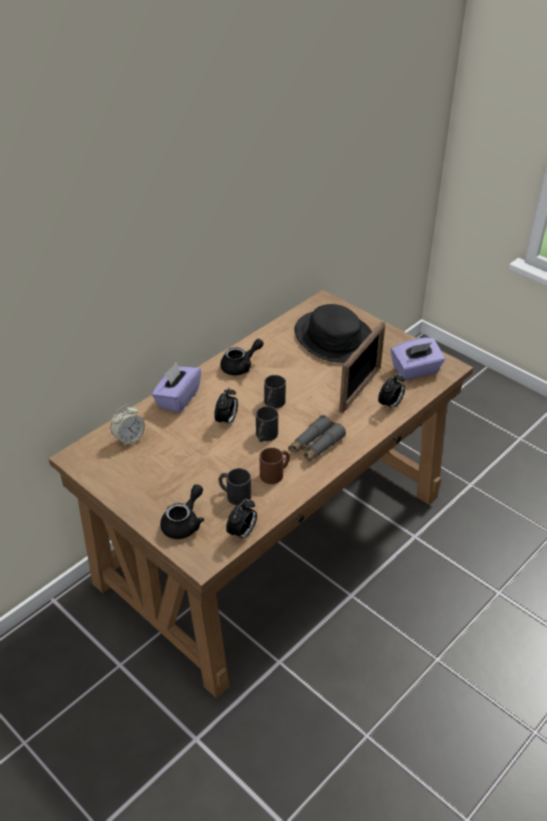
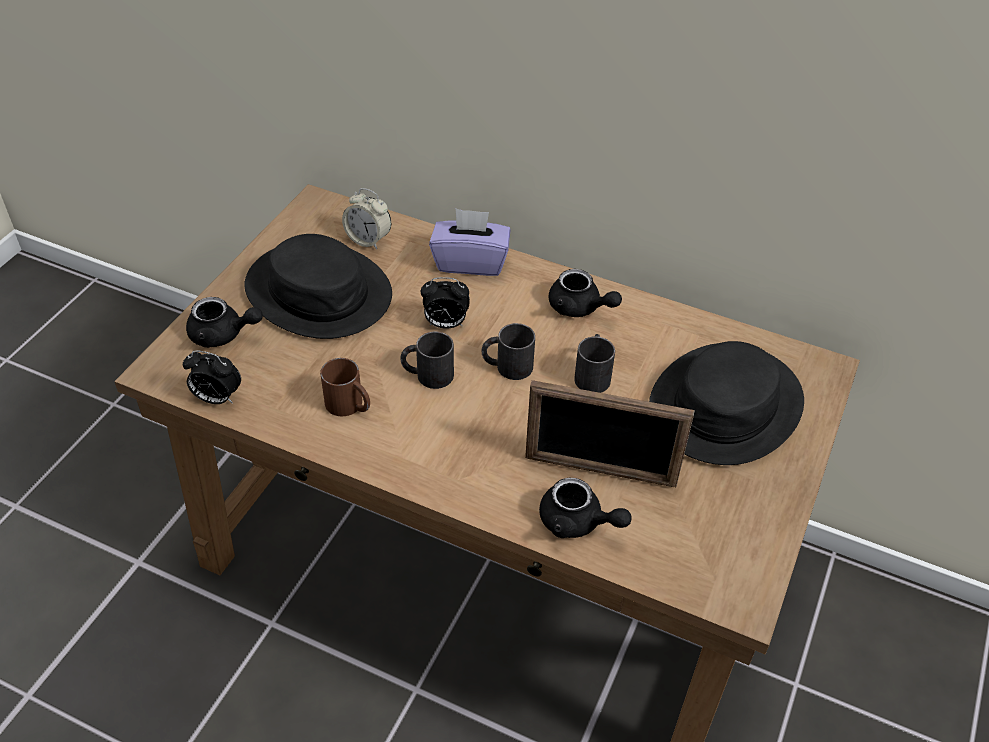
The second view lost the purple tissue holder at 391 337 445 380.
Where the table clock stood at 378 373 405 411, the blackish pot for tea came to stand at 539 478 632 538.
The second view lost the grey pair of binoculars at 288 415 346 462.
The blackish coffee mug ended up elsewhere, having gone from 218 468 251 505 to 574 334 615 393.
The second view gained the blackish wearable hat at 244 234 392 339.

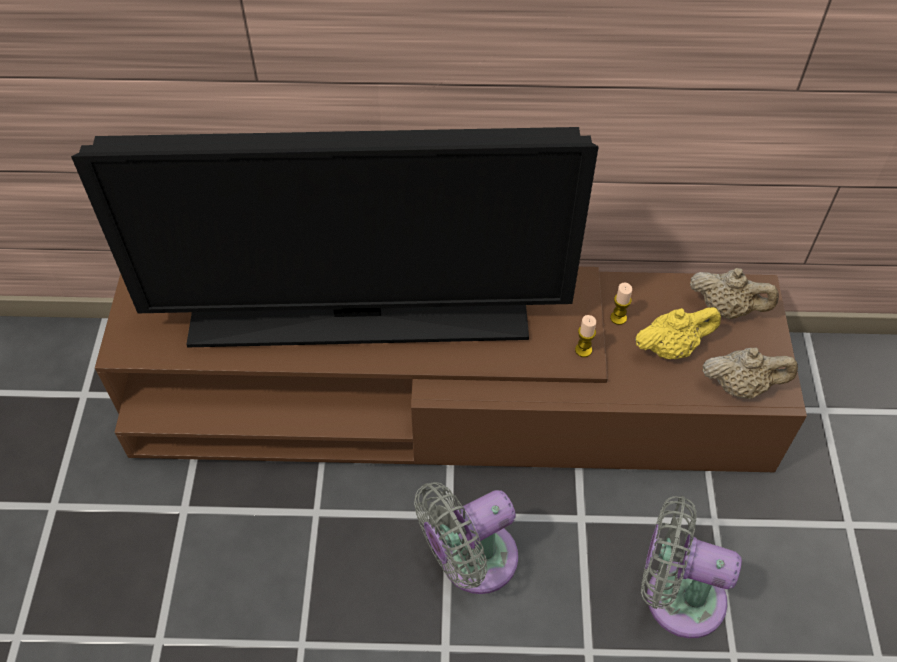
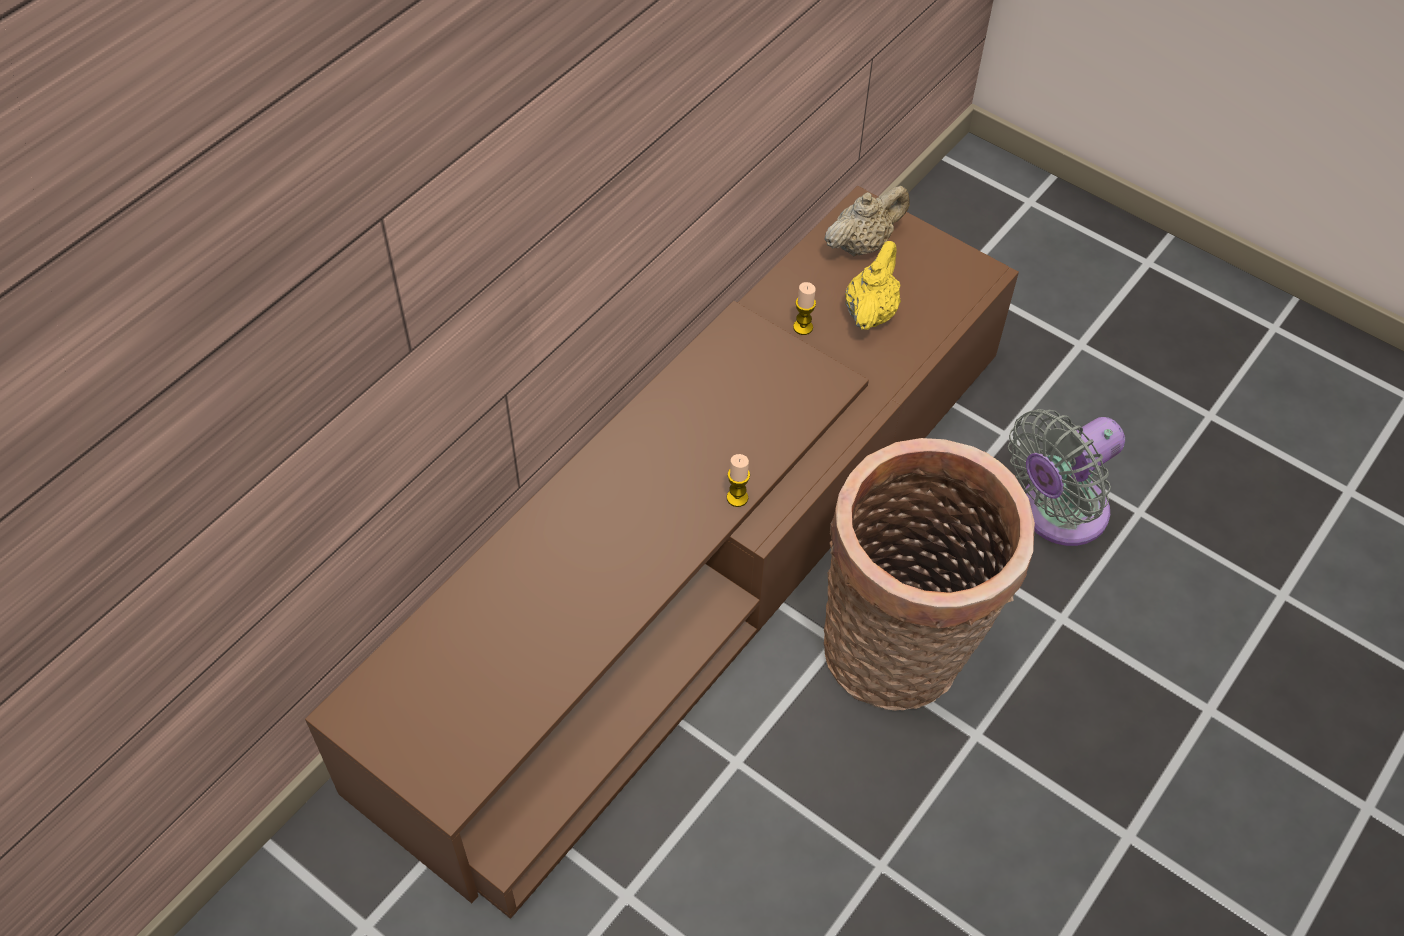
The second view lost the TV at 71 127 599 347.
The wax light ended up elsewhere, having gone from 575 315 596 357 to 727 454 750 507.
The second view lost the sand-coloured pot for tea at 703 348 798 399.
Where the grey electric fan stood at 414 482 518 594, the household basket came to stand at 824 438 1035 711.

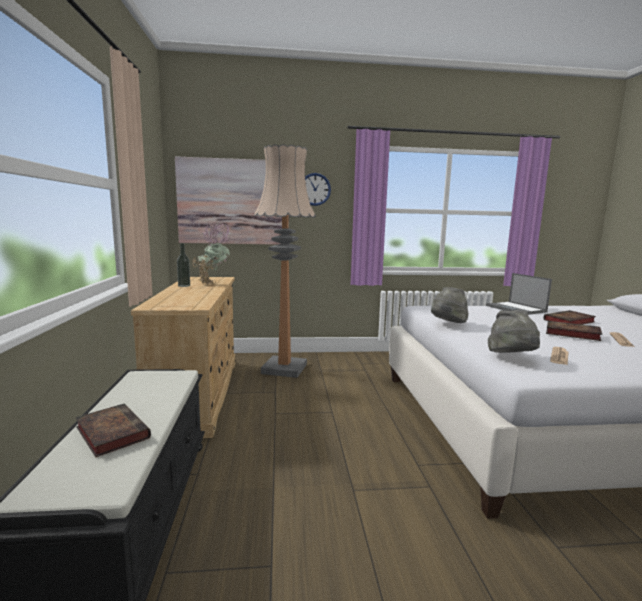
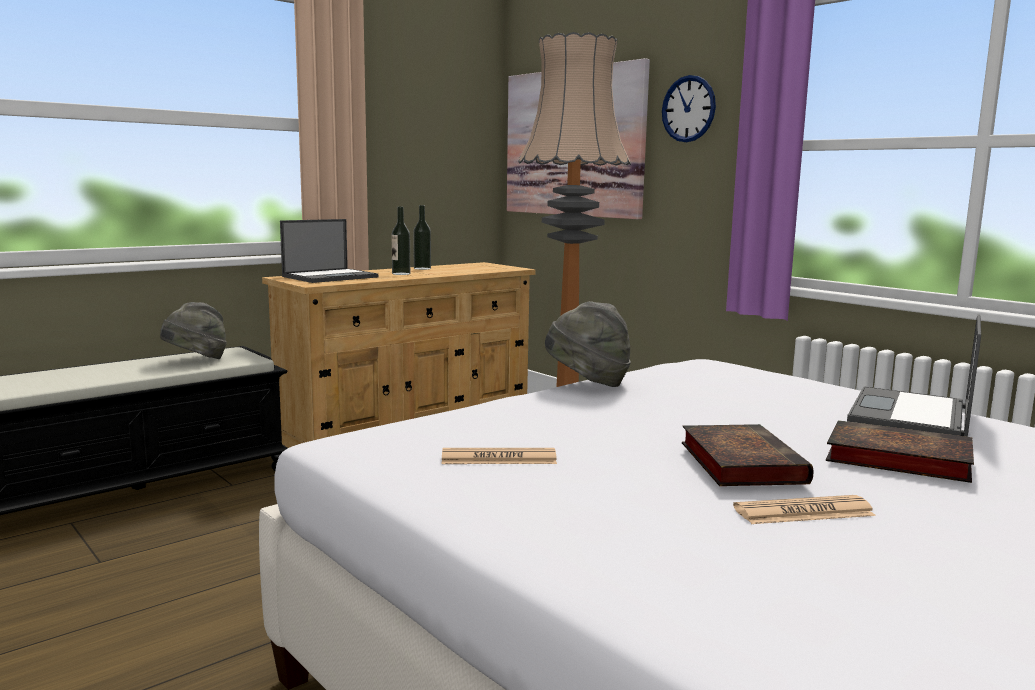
The second view lost the plant in a pot at 192 222 230 285.
The grey wearable hat ended up elsewhere, having gone from 488 310 540 353 to 160 302 227 359.
The second view lost the volume at 75 403 151 457.
The second view gained the beverage bottle at 392 207 410 275.
The second view gained the portable computer at 280 219 378 283.

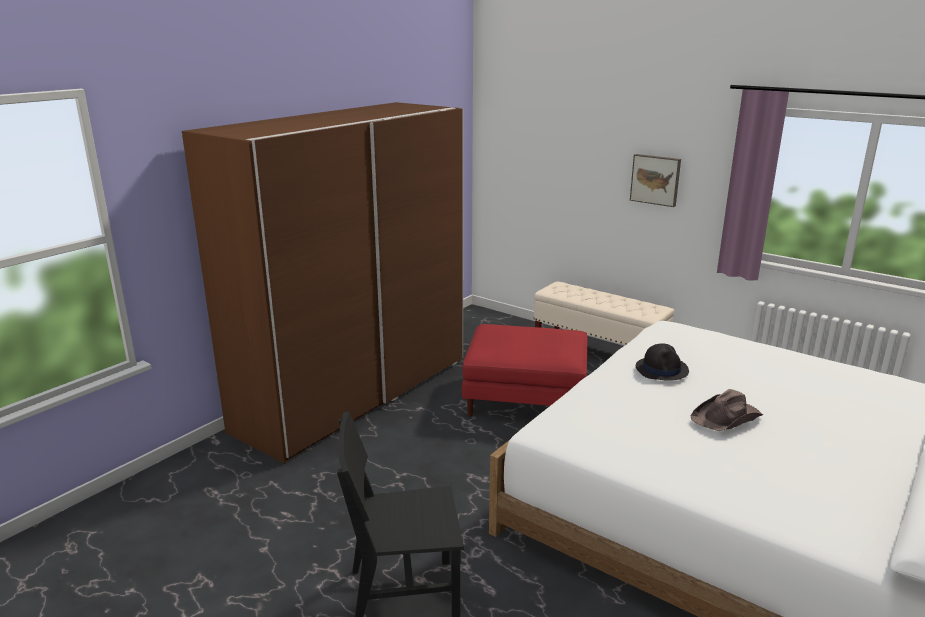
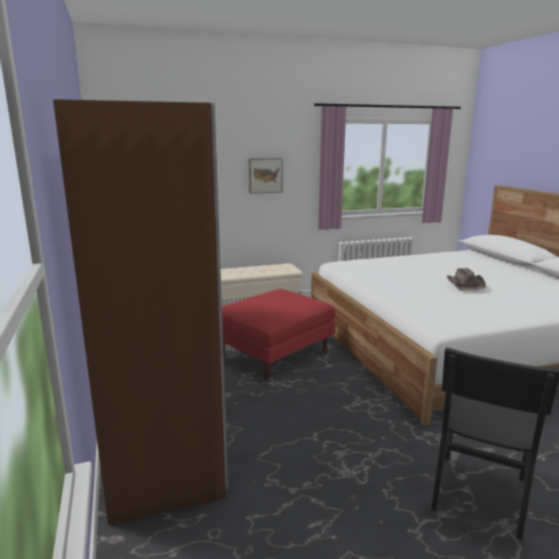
The second view lost the blackish wearable hat at 636 344 689 381.

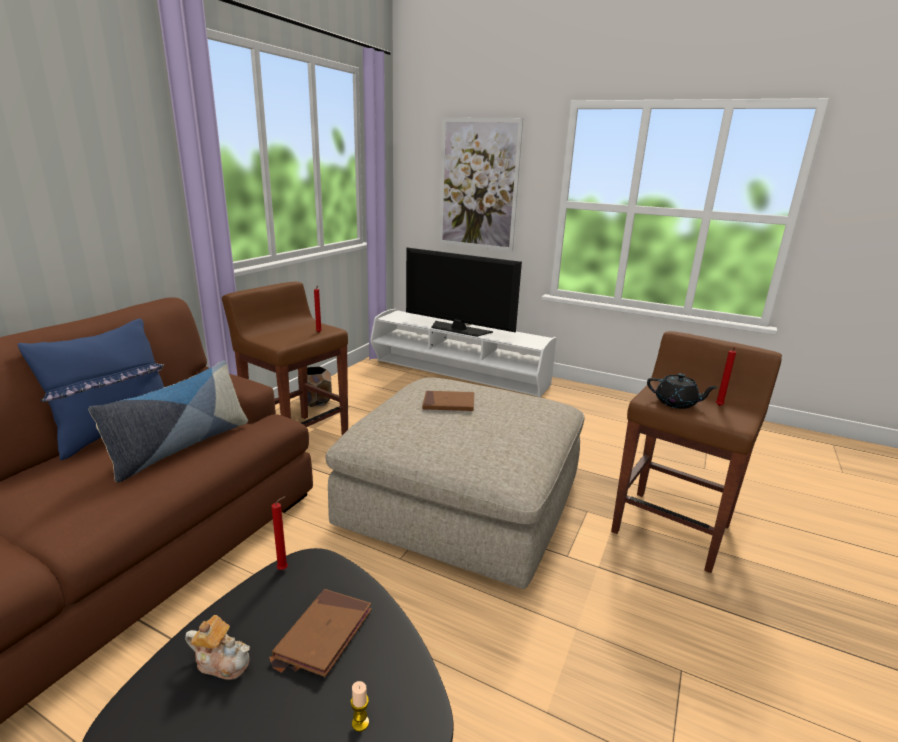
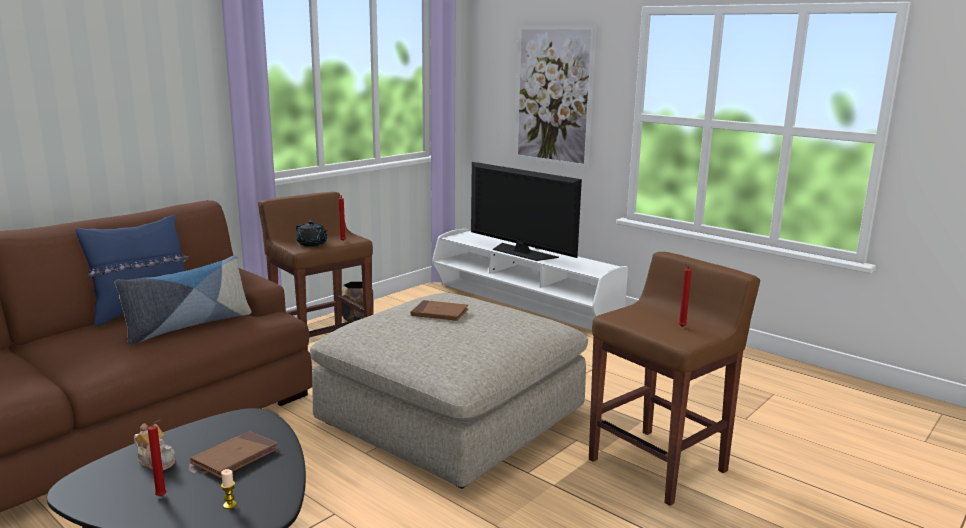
The blackish pot for tea ended up elsewhere, having gone from 647 373 718 409 to 296 221 328 247.
The red wax light ended up elsewhere, having gone from 271 497 288 570 to 148 420 167 496.

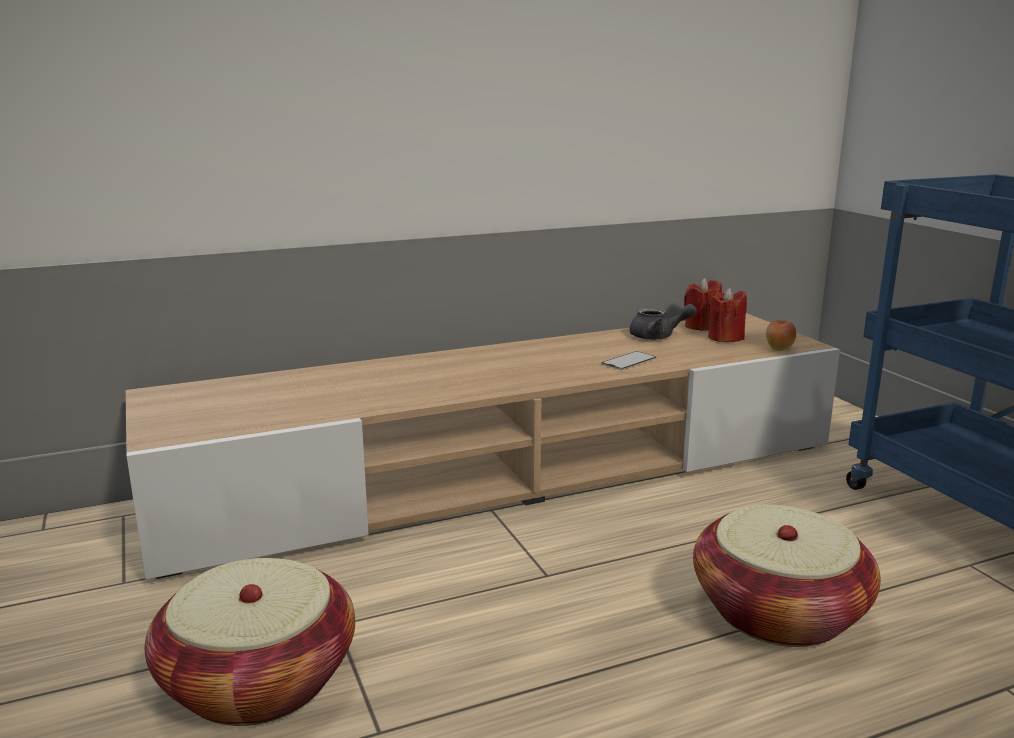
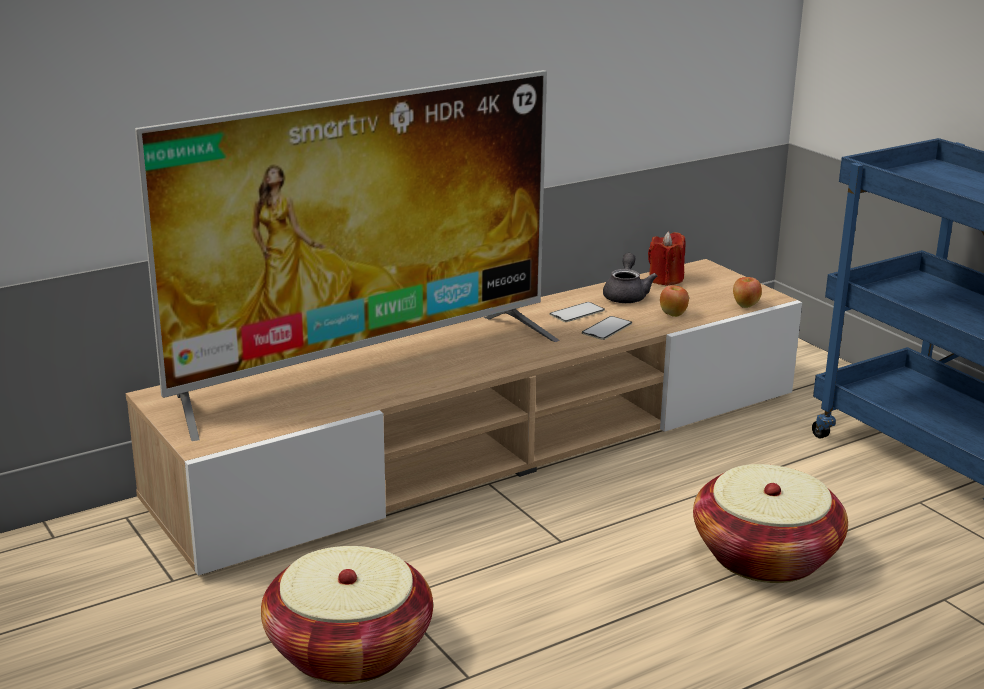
The second view lost the red wax light at 708 288 747 342.
The grey pot for tea at 629 304 697 340 ended up facing another way, 75 degrees counterclockwise from before.
The second view gained the TV at 135 70 560 441.
The second view gained the whole apple at 660 285 689 317.
The second view gained the phone at 549 302 605 322.

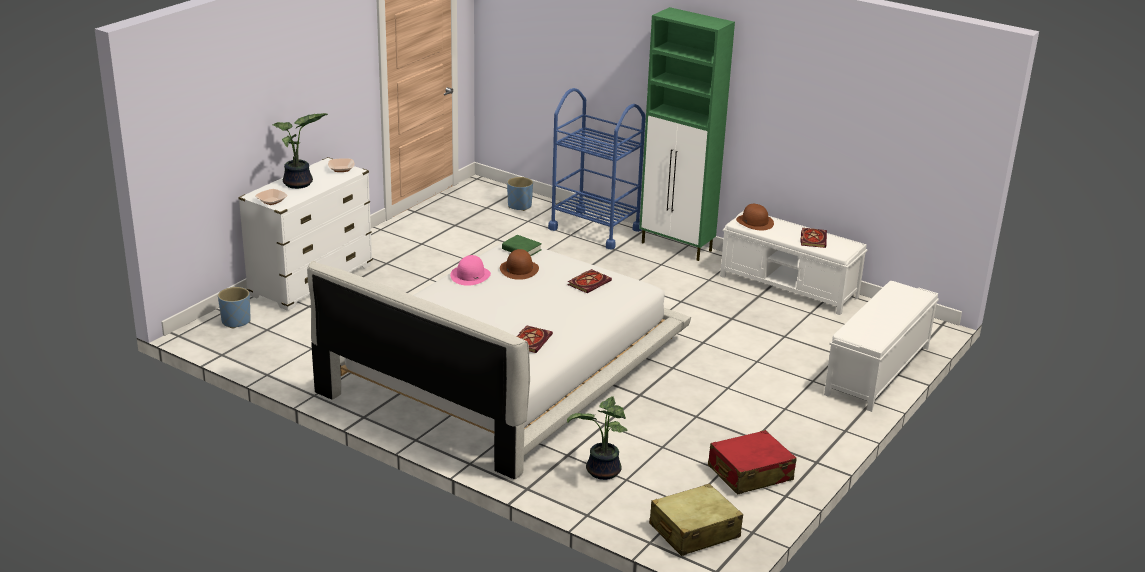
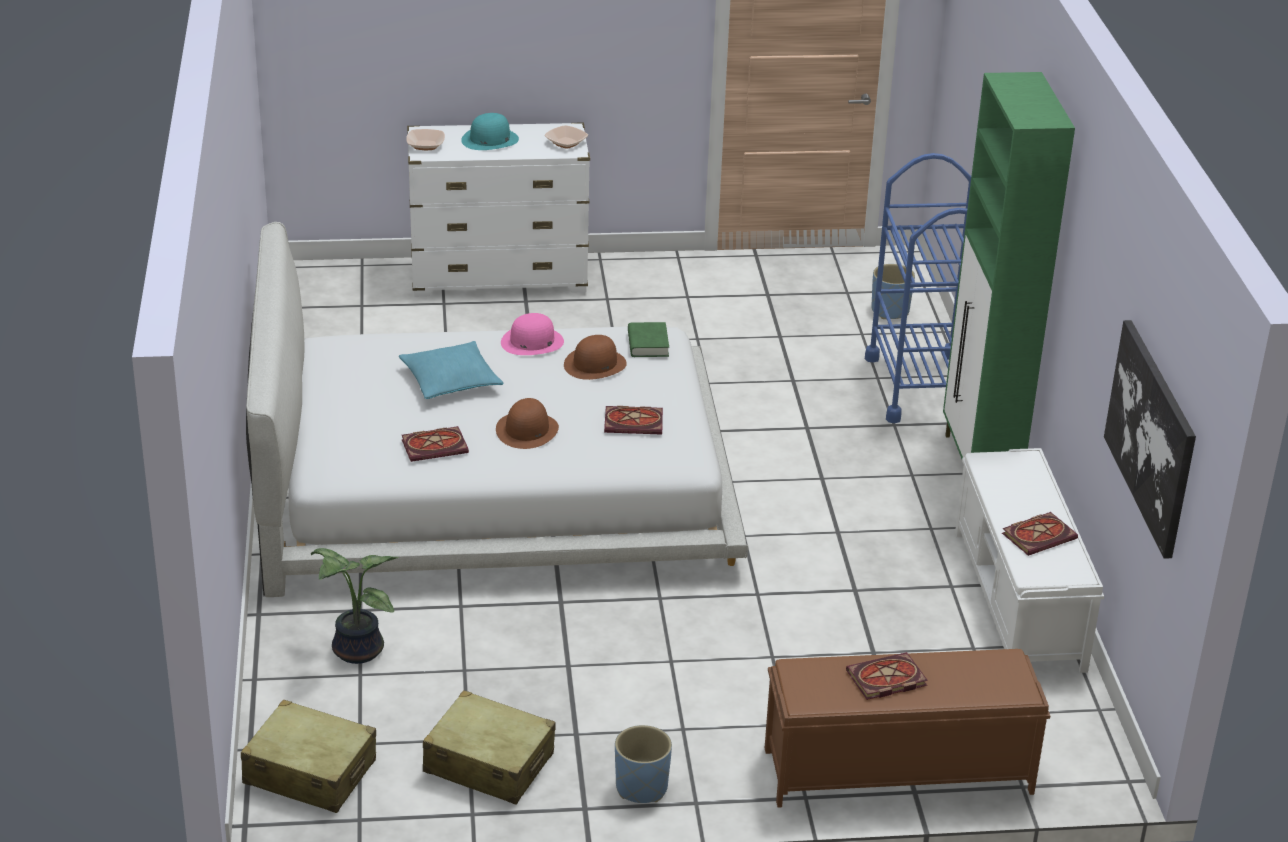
Where the plant in a pot stood at 273 113 328 189, the turquoise wearable hat came to stand at 461 113 519 150.
The brown-coloured wearable hat ended up elsewhere, having gone from 736 204 774 230 to 496 398 559 449.
What was the white indoor bench at 824 281 939 412 turned into the brown-coloured indoor bench at 765 649 1050 807.
The blue-coloured planter ended up elsewhere, having gone from 218 287 251 329 to 615 725 672 803.
What was the red travel case at 708 430 797 495 turned into the sand-coloured travel case at 423 690 556 805.
The second view gained the wall picture at 1104 320 1196 559.
The second view gained the turquoise throw pillow at 399 341 504 399.
The second view gained the volume at 846 652 928 700.

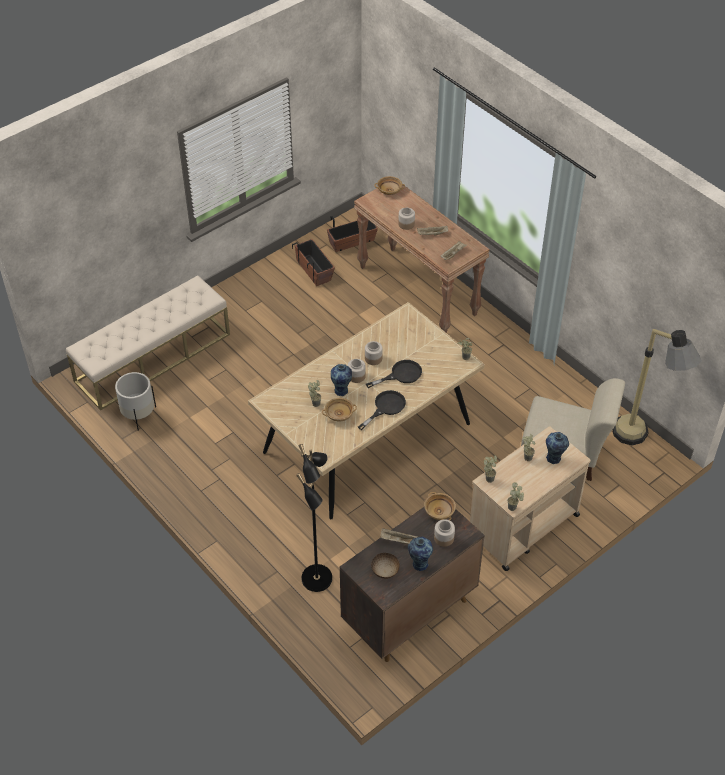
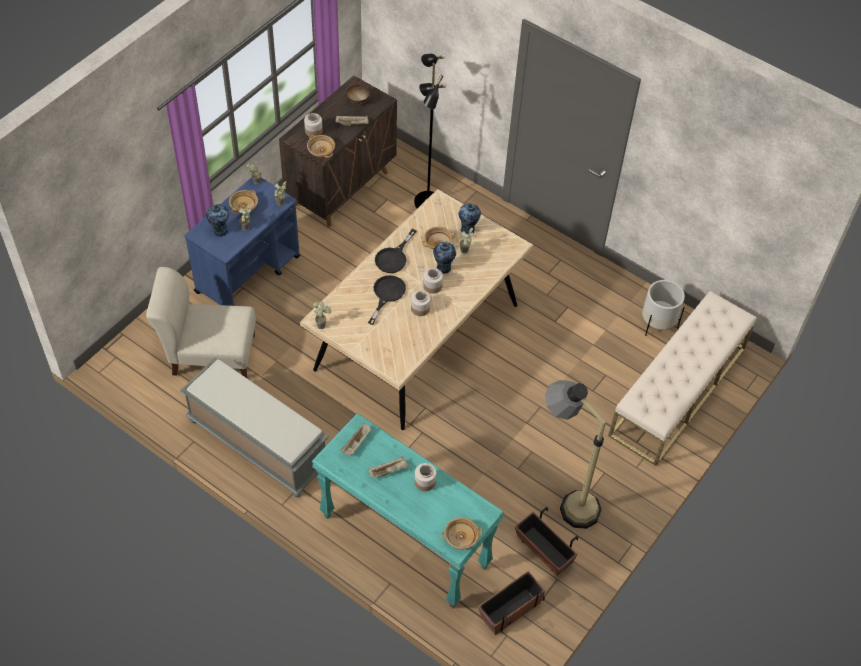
What was the brown-coloured hall table at 354 185 490 333 turned into the turquoise hall table at 312 413 504 608.
The standard lamp ended up elsewhere, having gone from 613 329 702 446 to 545 380 606 529.
The blackish pan at 366 360 422 388 ended up facing another way, 150 degrees clockwise from before.
What was the sand-coloured wheeled cart at 470 426 591 571 turned into the blue-coloured wheeled cart at 184 177 300 306.
The decorative vase ended up elsewhere, having gone from 408 537 433 571 to 458 203 481 234.
The second view gained the sand-coloured deep dish at 229 190 258 214.
The second view gained the grey indoor bench at 180 358 329 497.

